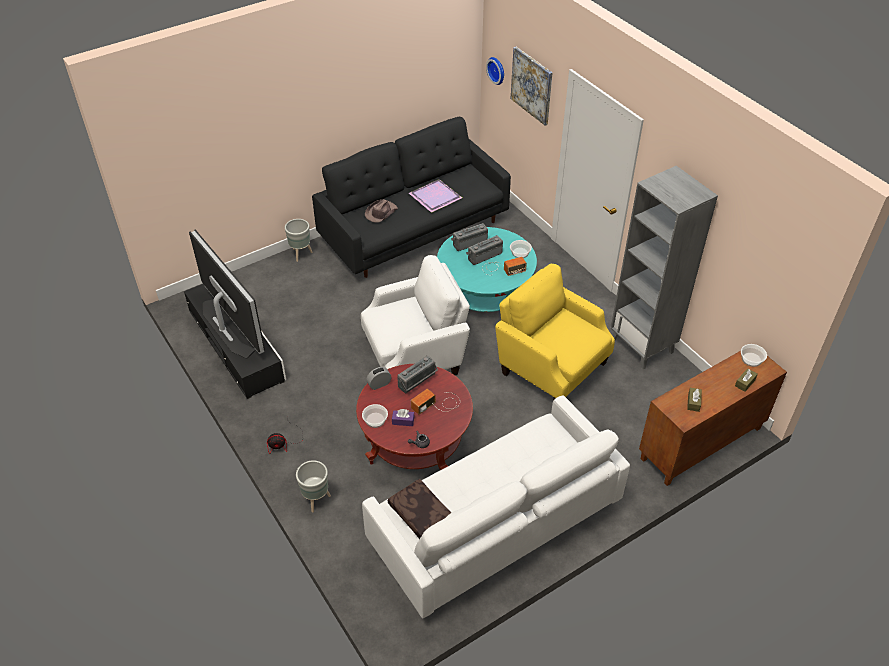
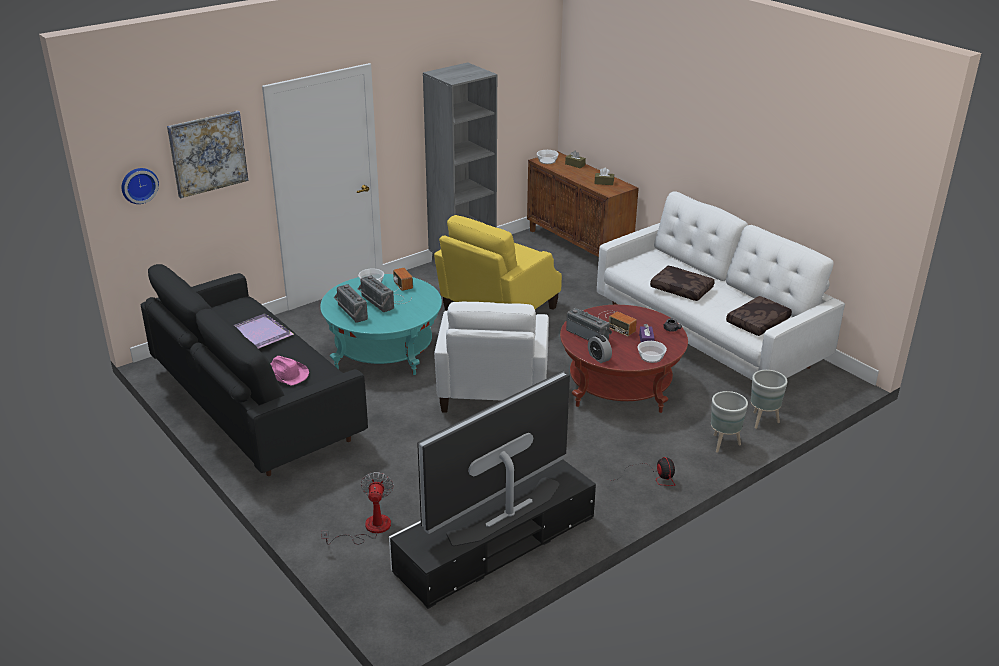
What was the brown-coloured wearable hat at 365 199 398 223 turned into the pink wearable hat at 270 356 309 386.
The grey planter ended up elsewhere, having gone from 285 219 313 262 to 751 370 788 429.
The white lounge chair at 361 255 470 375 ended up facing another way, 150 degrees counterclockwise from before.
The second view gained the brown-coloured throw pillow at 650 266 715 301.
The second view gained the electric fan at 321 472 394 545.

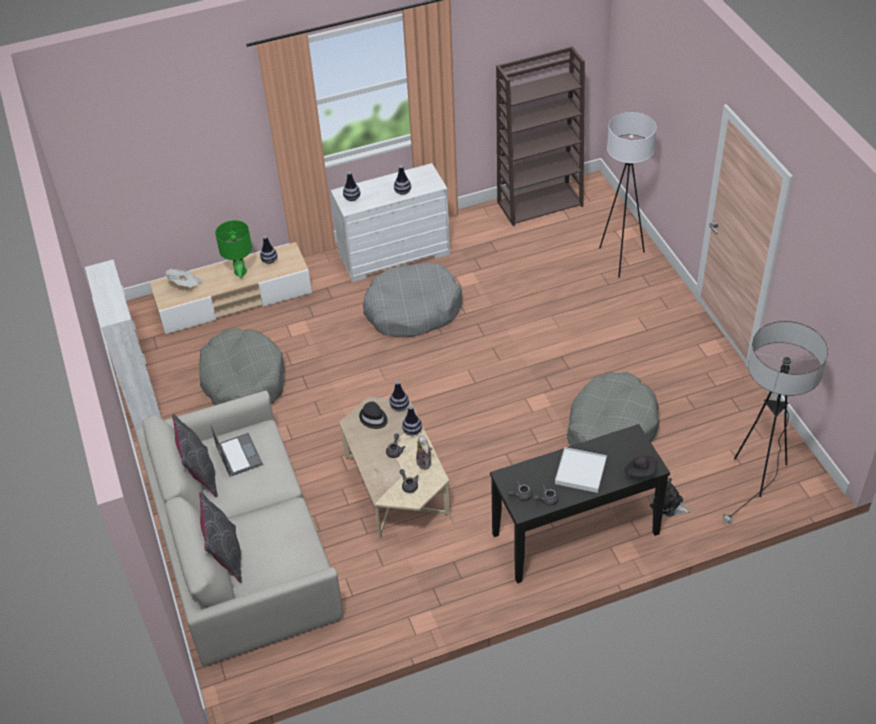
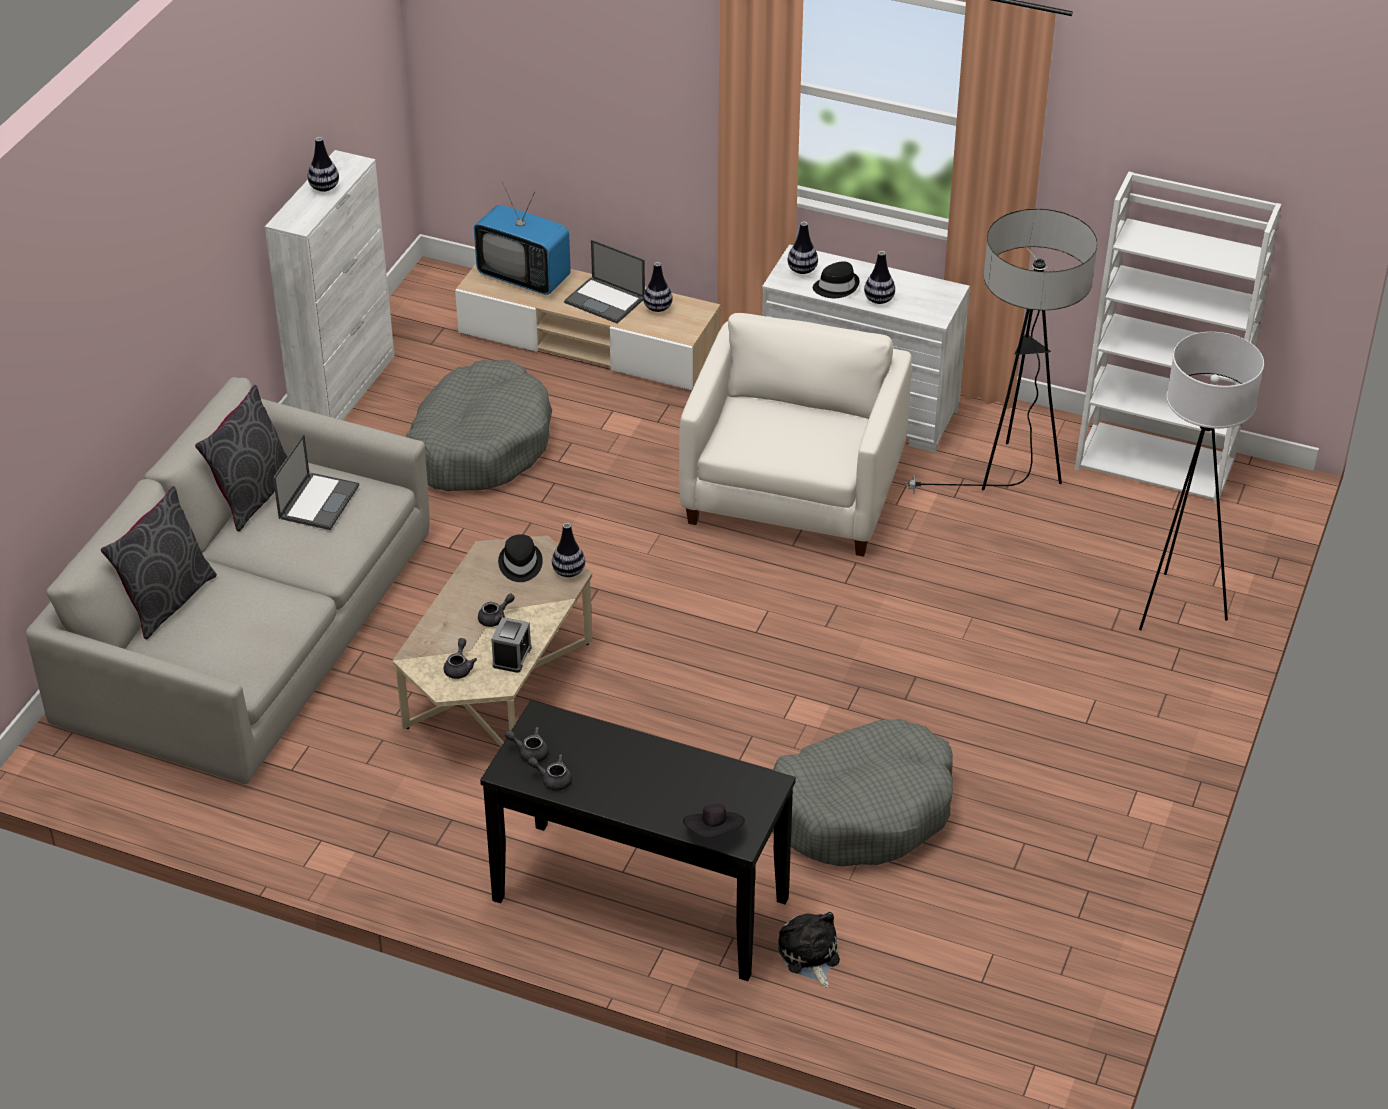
What was the brown-coloured bookcase at 496 46 585 226 turned into the white bookcase at 1075 172 1281 504.
Where the greenish tabletop lamp stood at 215 220 252 278, the portable computer came to stand at 564 240 645 324.
Where the grey dog bed stood at 363 262 463 337, the white lounge chair came to stand at 679 313 912 557.
Where the daily paper stood at 165 269 204 288, the TV came to stand at 474 181 571 295.
The standard lamp ended up elsewhere, having gone from 722 321 828 525 to 903 209 1097 495.
The decorative vase ended up elsewhere, having gone from 402 405 422 436 to 308 137 339 192.
Where the plush toy stood at 415 435 433 470, the table clock came to stand at 491 617 532 673.
The second view lost the white tray at 555 447 607 493.
The second view gained the blackish wearable hat at 813 261 859 298.

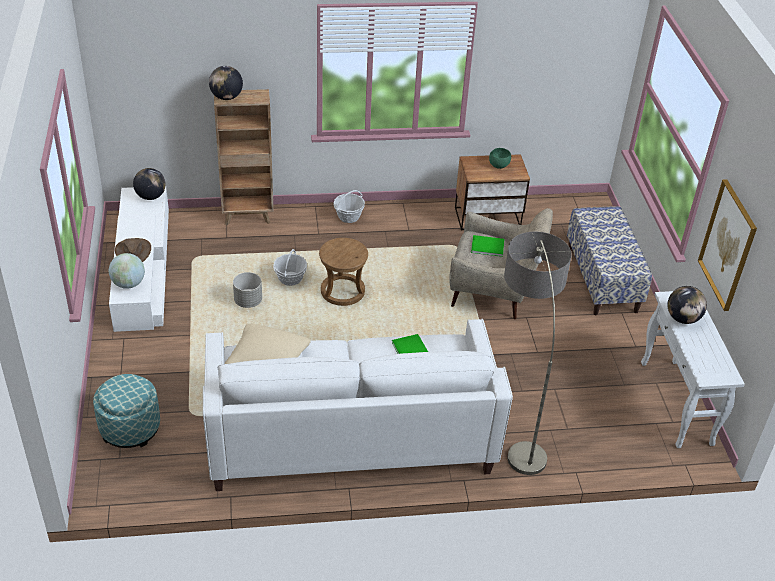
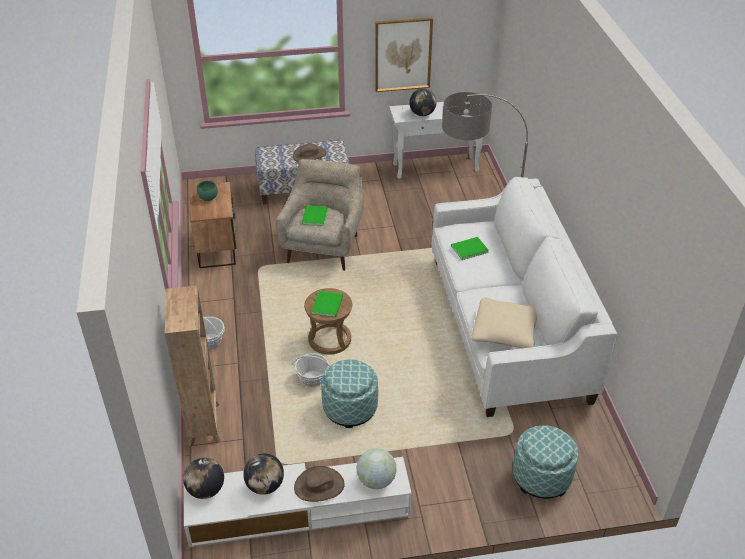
The desk globe ended up elsewhere, having gone from 209 66 243 100 to 243 453 284 495.
Where the grey planter stood at 233 272 262 308, the ottoman came to stand at 321 359 378 428.
The second view gained the brown-coloured wearable hat at 293 143 326 162.
The second view gained the greenish volume at 312 291 343 317.

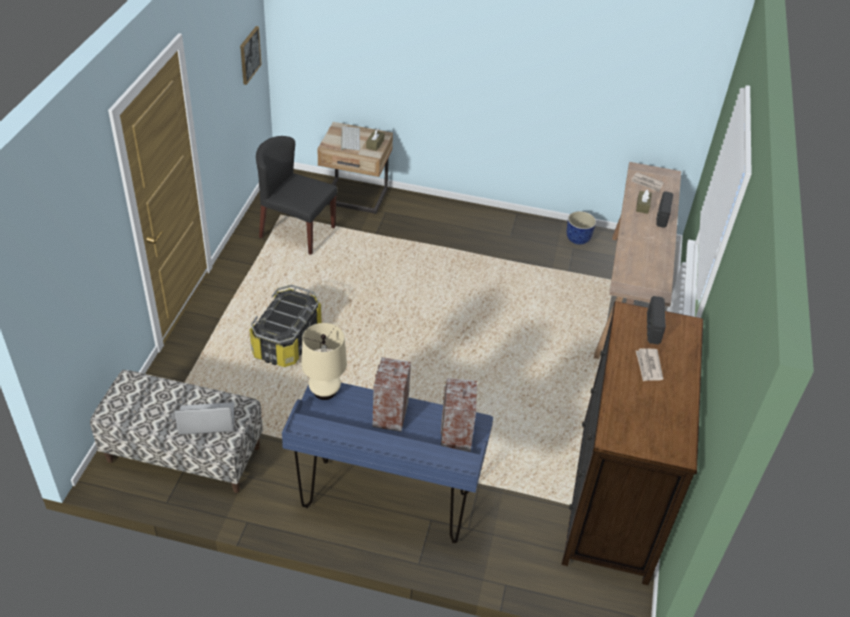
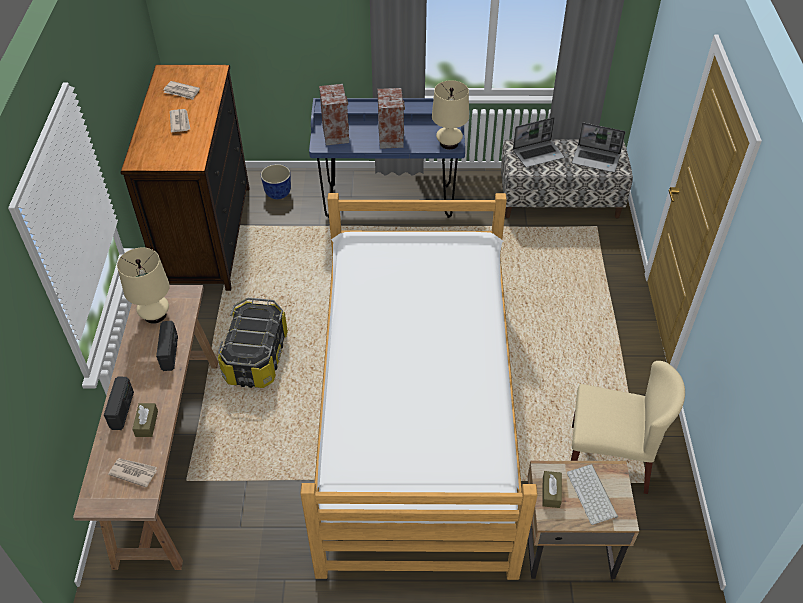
The second view lost the wall picture at 240 26 262 85.
What was the blackish plain chair at 256 136 338 255 turned into the sand-coloured plain chair at 571 361 685 494.
The planter ended up elsewhere, having gone from 567 211 596 245 to 261 164 291 199.
The storage container ended up elsewhere, having gone from 249 285 322 367 to 218 298 288 388.
The radio set ended up elsewhere, having gone from 647 296 666 344 to 156 321 178 371.
The second view gained the daily paper at 163 81 200 100.
The second view gained the portable computer at 572 122 625 173.
The second view gained the sleeping bed at 300 193 538 580.
The second view gained the sand-coloured tabletop lamp at 117 248 170 324.

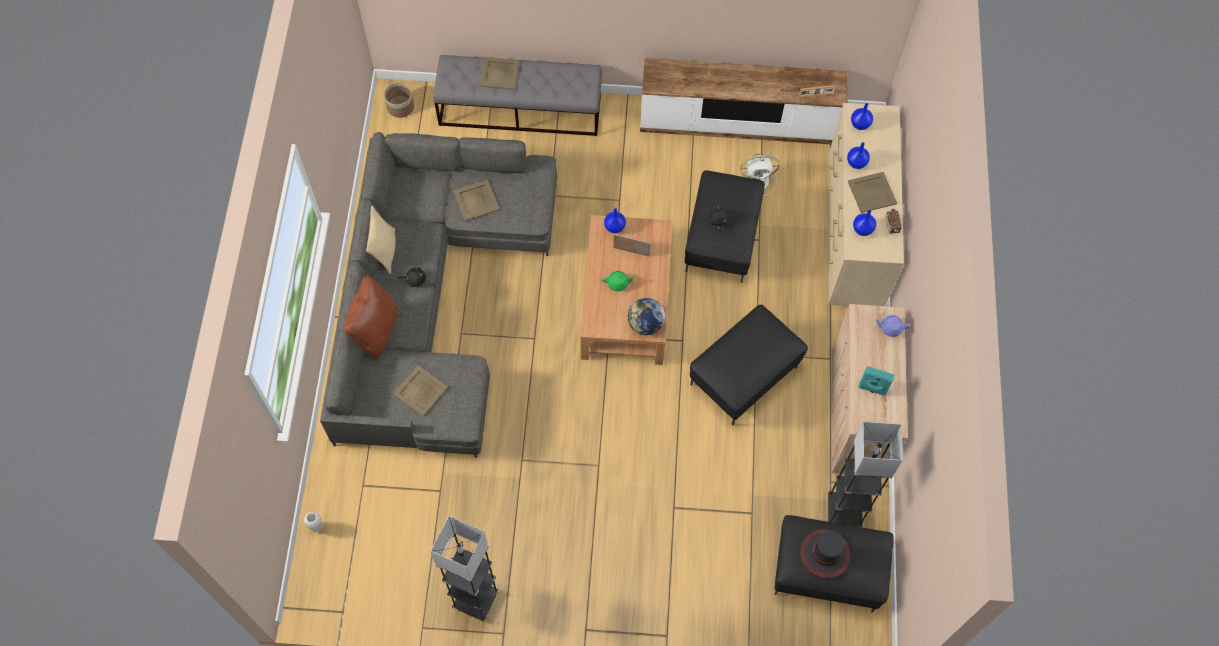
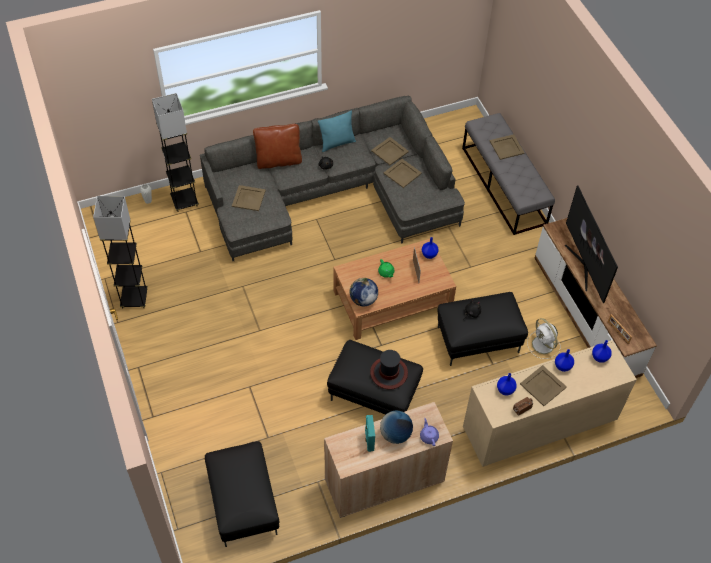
The second view lost the planter at 384 82 414 118.
What was the sand-coloured throw pillow at 366 206 396 274 turned into the turquoise throw pillow at 318 111 356 152.
The grey standard lamp ended up elsewhere, having gone from 828 421 903 527 to 152 93 199 212.
The wearable hat ended up elsewhere, having gone from 800 529 850 578 to 370 350 408 390.
The second view gained the sand-coloured tray at 371 137 409 165.
The second view gained the TV at 565 185 618 304.
The second view gained the desk globe at 380 410 413 444.

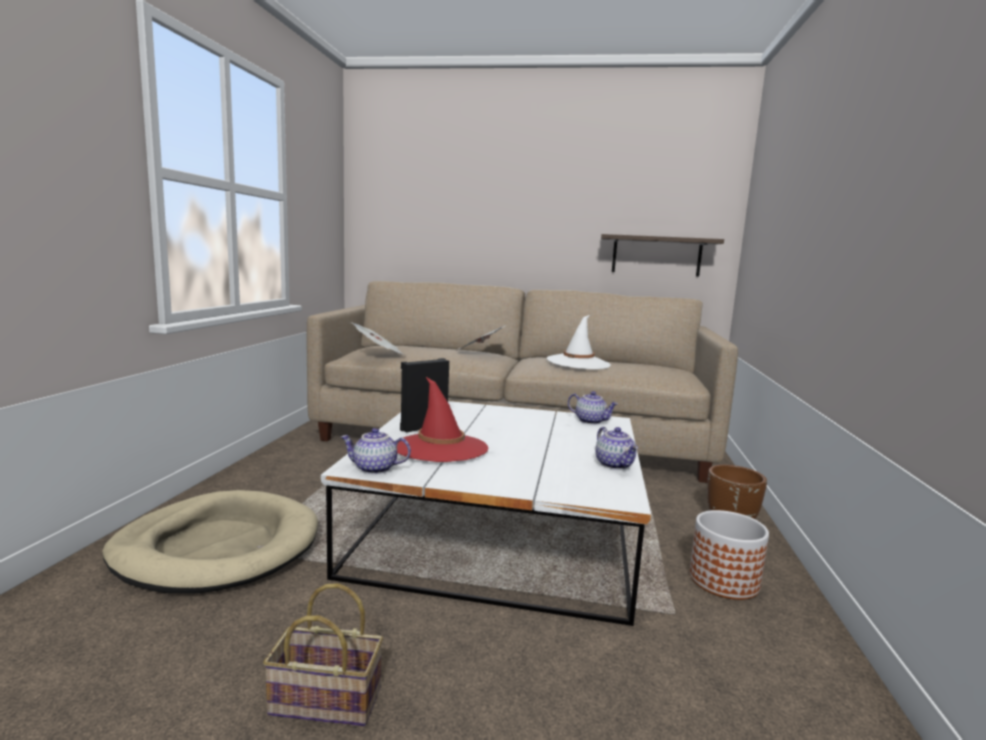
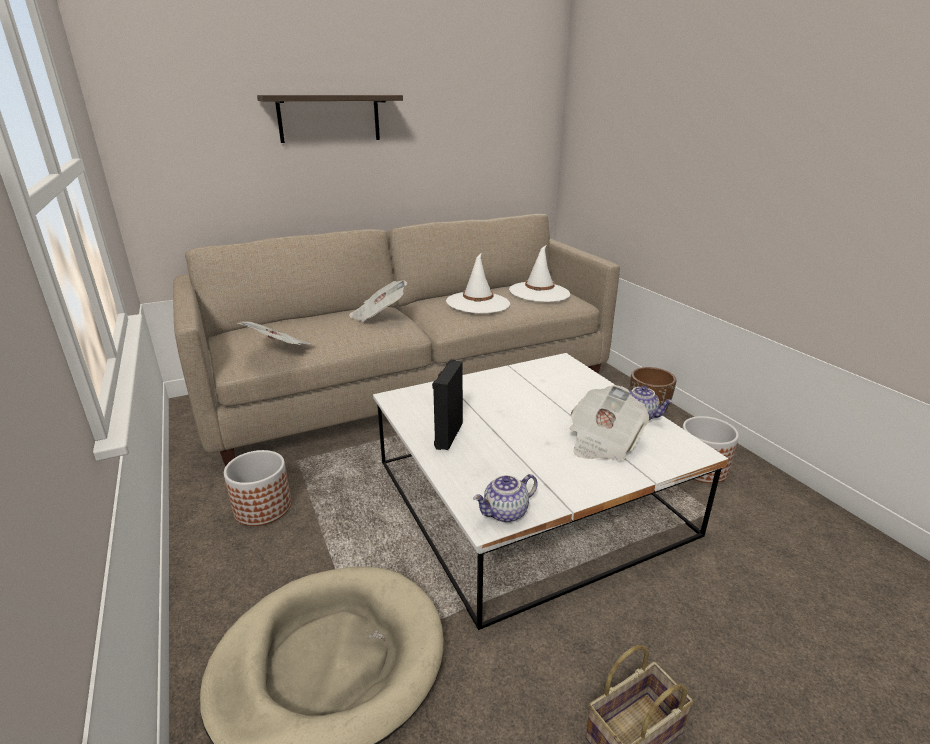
The bracket shelf ended up elsewhere, having gone from 601 234 724 276 to 257 95 403 143.
The second view lost the red wearable hat at 397 377 488 462.
The second view lost the pot for tea at 568 391 618 425.
The second view gained the white wearable hat at 509 245 570 302.
The second view gained the daily paper at 569 385 649 460.
The second view gained the planter at 224 450 291 526.

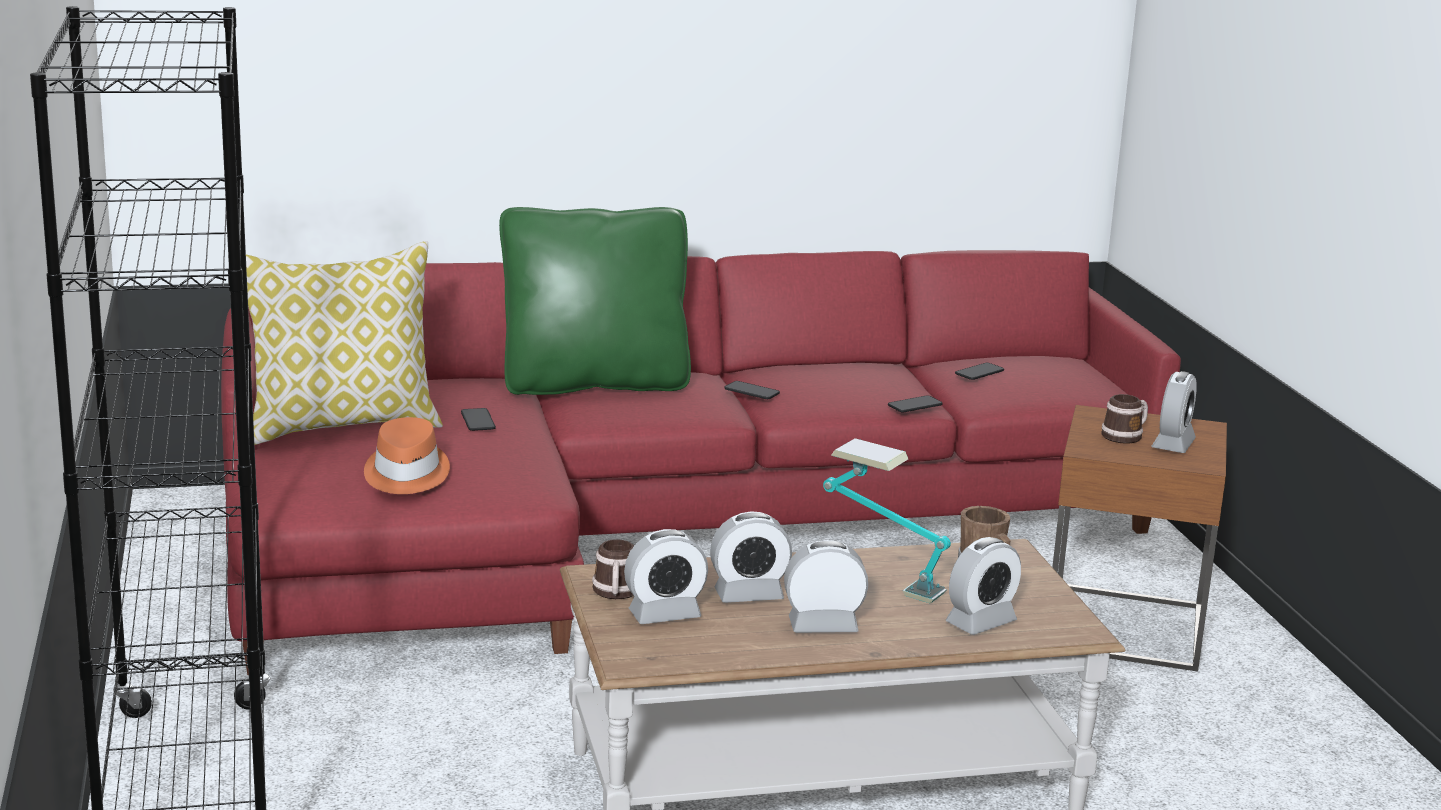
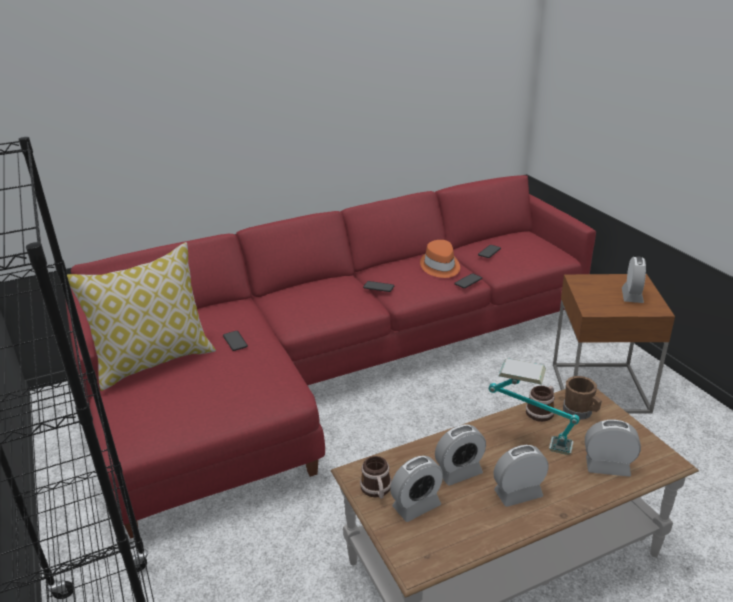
The second view lost the greenish throw pillow at 499 207 691 395.
The coffee mug ended up elsewhere, having gone from 1102 394 1148 444 to 526 386 554 422.
The orange wearable hat ended up elsewhere, having gone from 364 417 450 494 to 420 240 460 278.
The table clock at 946 537 1021 635 ended up facing another way, 120 degrees counterclockwise from before.

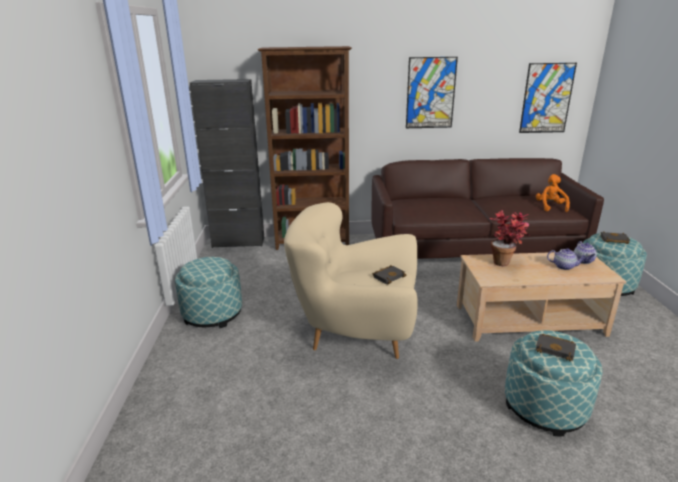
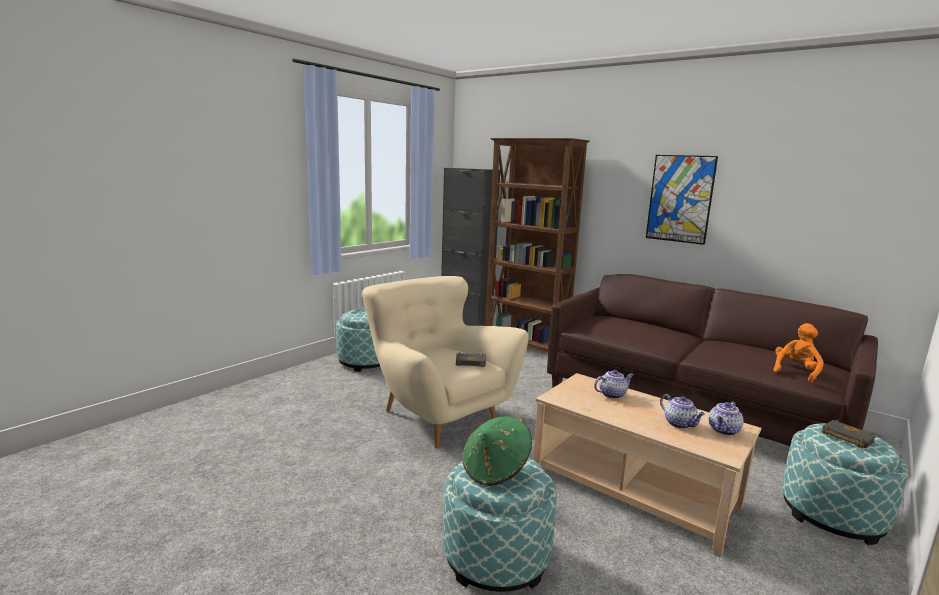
The second view lost the wall picture at 519 63 577 133.
Where the plant in a pot stood at 489 210 529 266, the pot for tea came to stand at 594 370 633 399.
Where the blackish volume stood at 535 334 576 361, the greenish wearable hat came to stand at 463 416 532 486.

